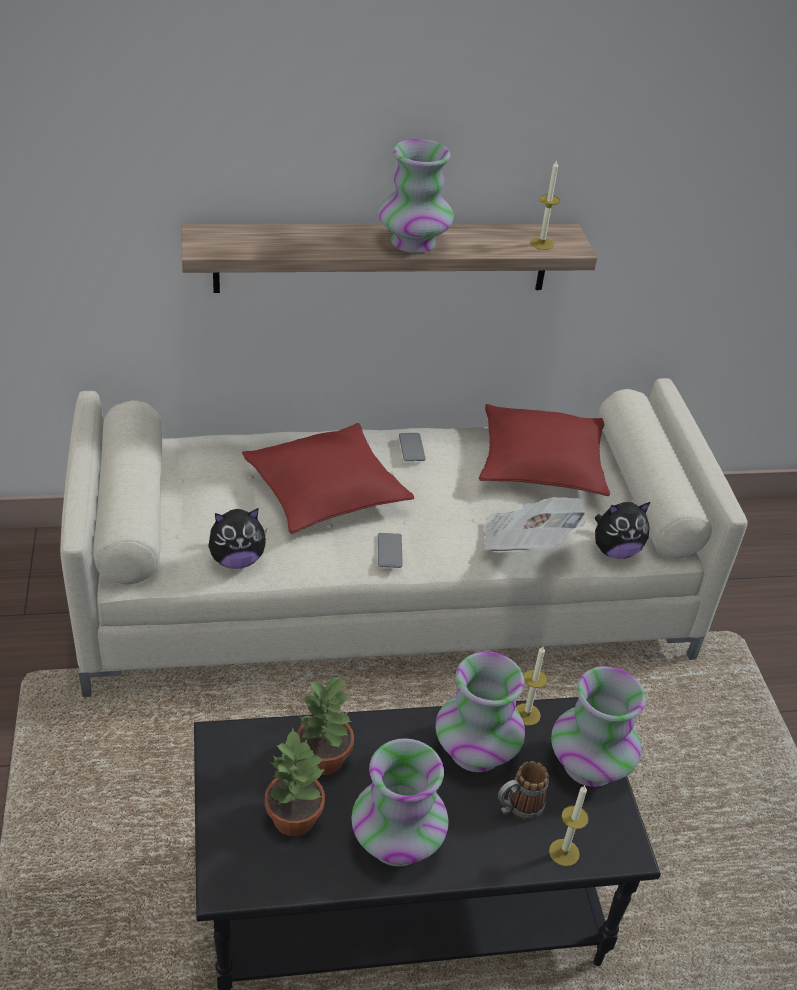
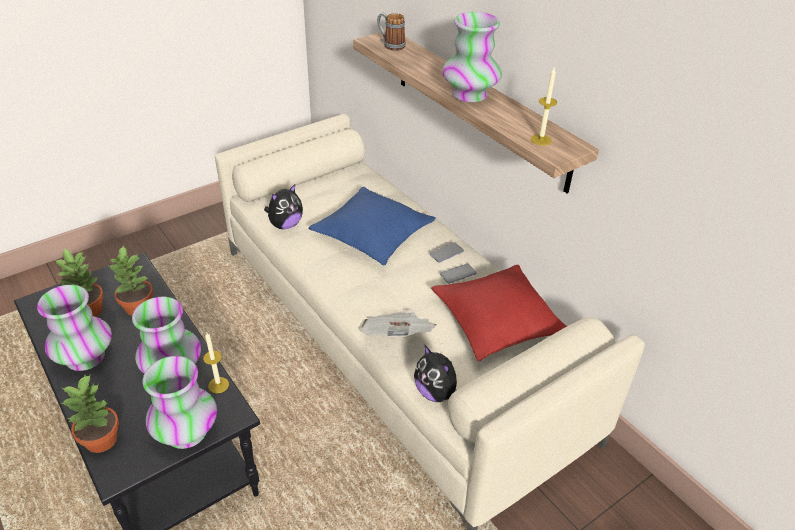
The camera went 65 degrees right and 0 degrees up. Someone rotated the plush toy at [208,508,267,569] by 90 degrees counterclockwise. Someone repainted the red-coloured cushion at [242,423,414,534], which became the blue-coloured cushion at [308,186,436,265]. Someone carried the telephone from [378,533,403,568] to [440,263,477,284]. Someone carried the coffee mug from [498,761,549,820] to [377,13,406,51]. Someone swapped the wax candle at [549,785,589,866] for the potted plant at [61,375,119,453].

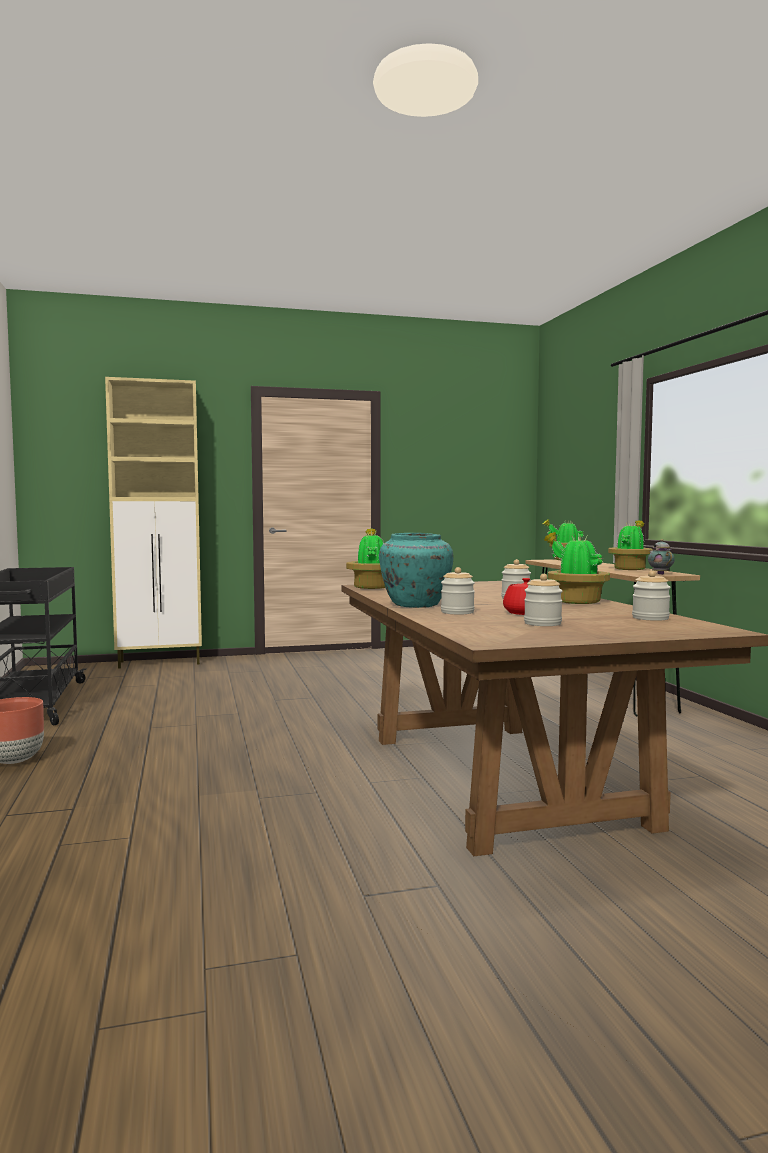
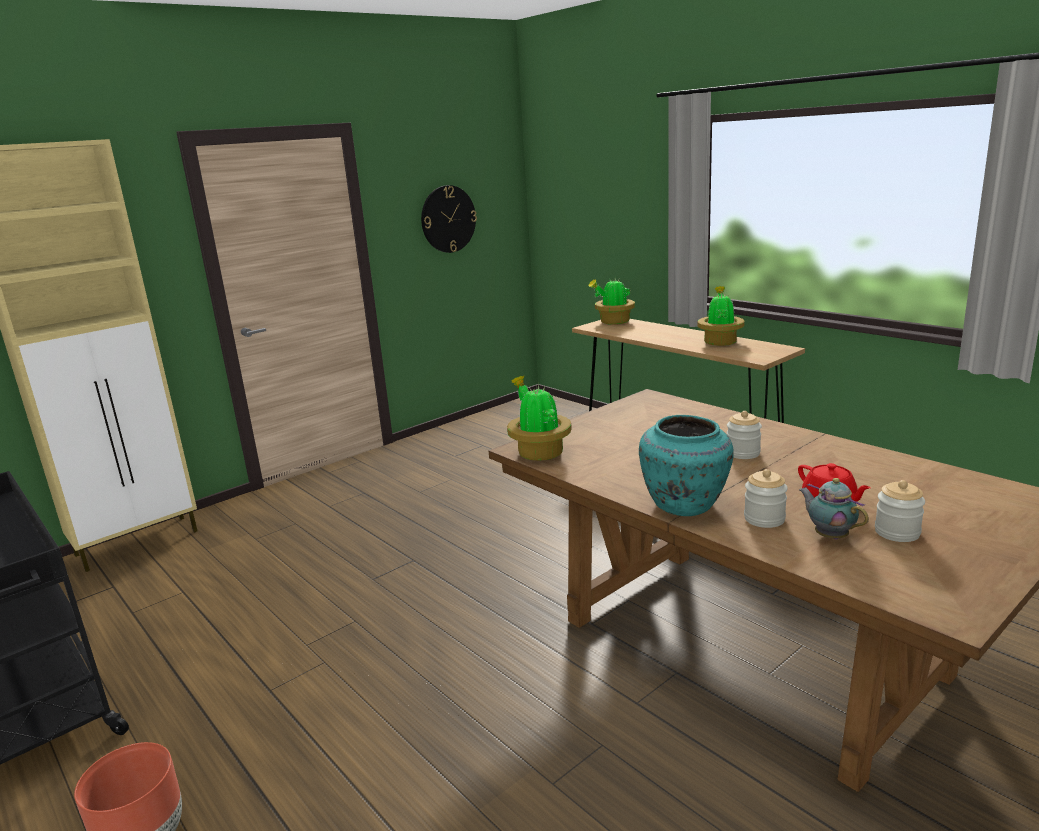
The camera went 25 degrees left and 15 degrees up. Someone took away the potted plant at [544,532,610,604]. Someone took away the jar at [632,571,671,621]. Someone carried the pot for tea from [648,539,675,575] to [799,478,869,540]. Someone put up the wall clock at [421,185,477,253].

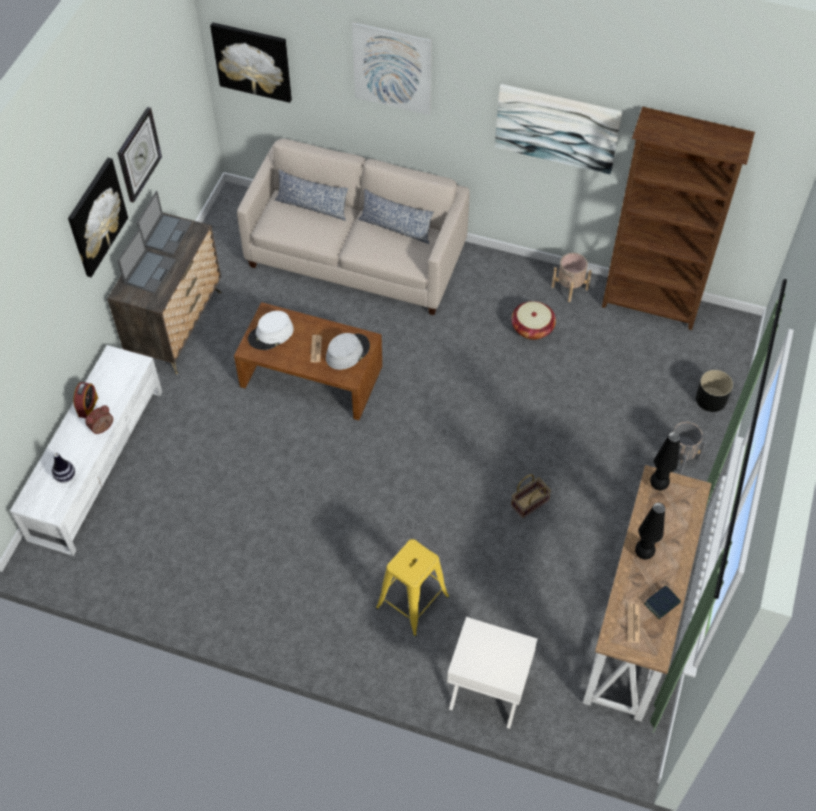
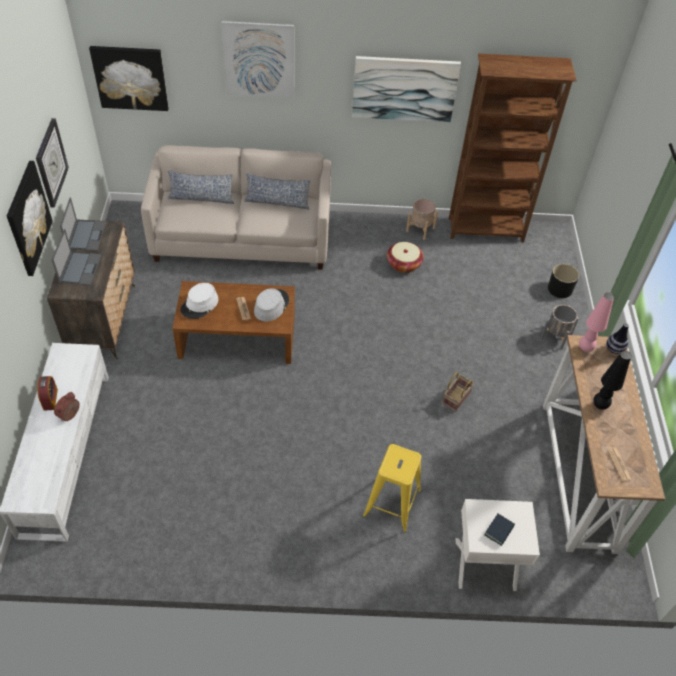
The camera went 20 degrees left and 5 degrees down. Someone carried the decorative vase from [52,452,75,483] to [606,323,629,354]. Someone carried the bound book from [644,585,681,619] to [484,514,515,546]. Someone repainted the black-coloured tabletop lamp at [650,432,680,490], which became the pinkish tabletop lamp at [579,293,614,352].

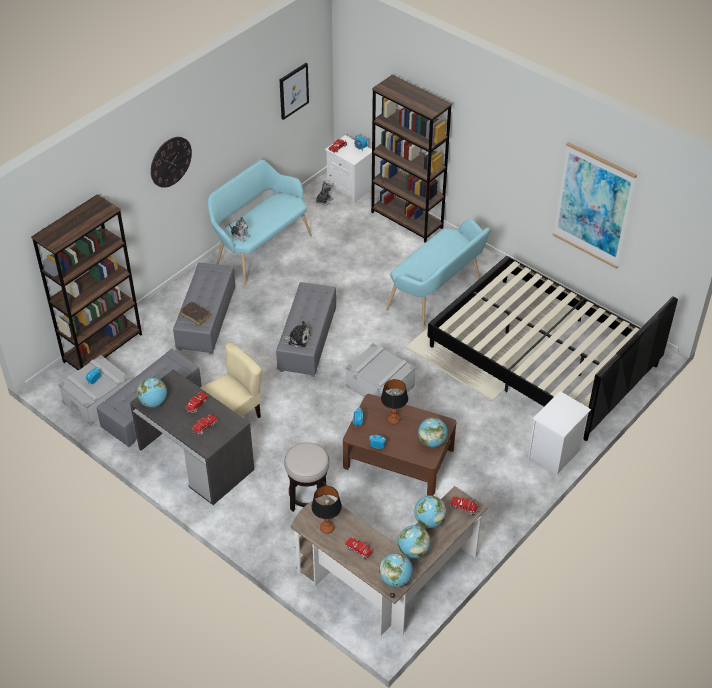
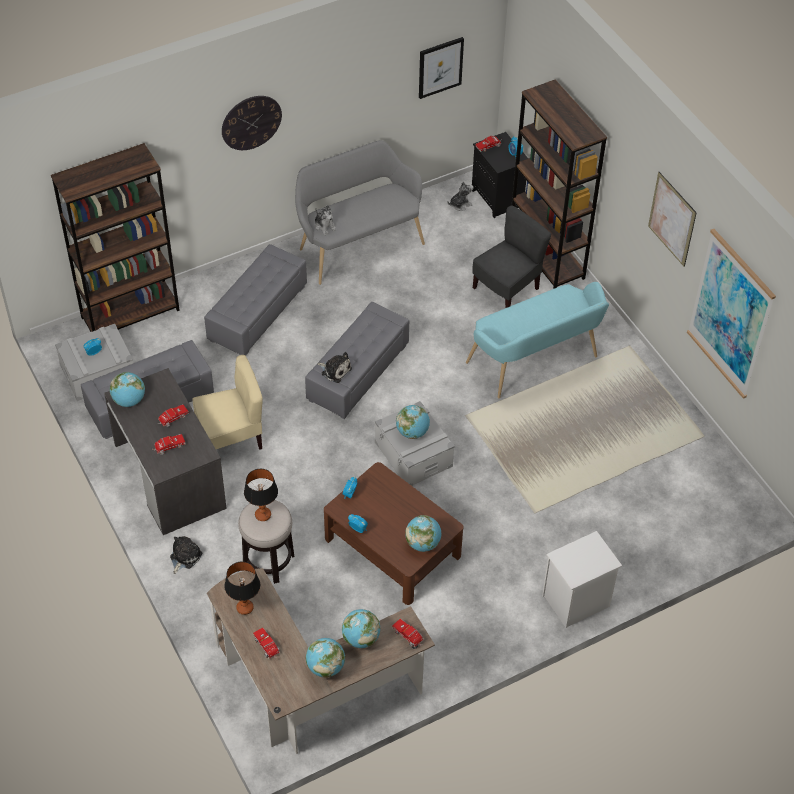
The camera went 20 degrees right and 5 degrees up. Someone took away the brown-coloured bound book at [180,301,212,326]. Someone repainted the turquoise-coloured long seat at [208,160,312,285], which became the greyish long seat at [295,140,425,285]. Someone repainted the white-coloured night table at [325,135,372,204], which became the black-coloured night table at [472,132,528,218]. Someone carried the desk globe from [379,553,413,587] to [396,405,430,439]. Someone carried the tabletop lamp from [381,379,408,424] to [244,469,278,521]. Someone took away the black-coloured sleeping bed at [427,256,678,441]. Someone put down the plush toy at [170,536,202,574]. Someone put down the greyish chair at [472,205,551,308]. Someone put up the wall picture at [648,172,697,267].

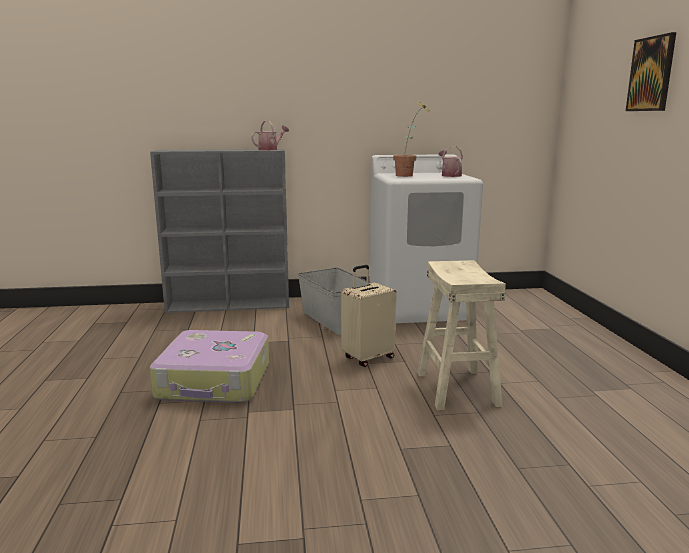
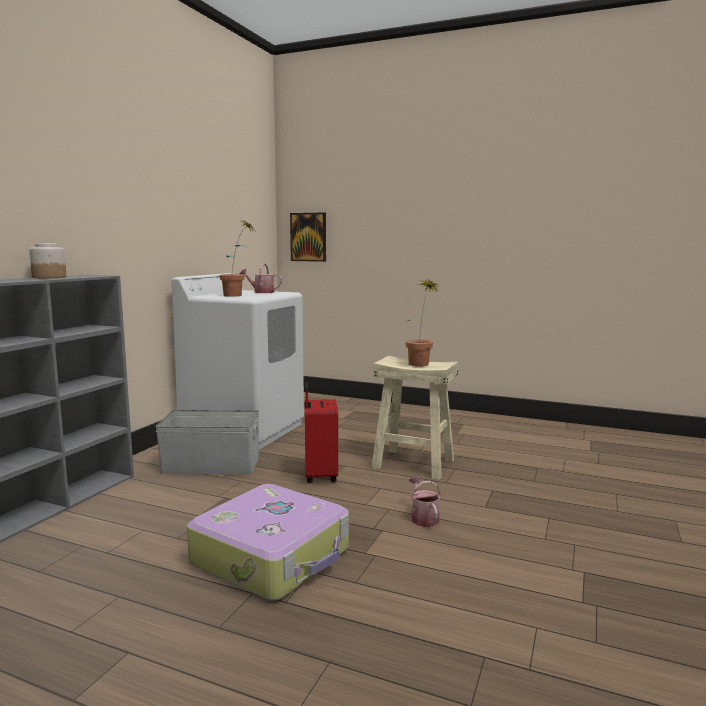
The camera went 60 degrees left and 5 degrees down. Someone carried the watering pot from [251,120,289,150] to [409,477,441,527]. Someone repainted the sand-coloured piece of luggage at [341,265,397,367], which became the red-coloured piece of luggage at [305,383,338,483]. Someone carried the wall picture from [626,32,676,111] to [290,212,326,262]. Someone put down the jar at [29,243,66,278]. Someone put down the potted plant at [406,279,441,366].

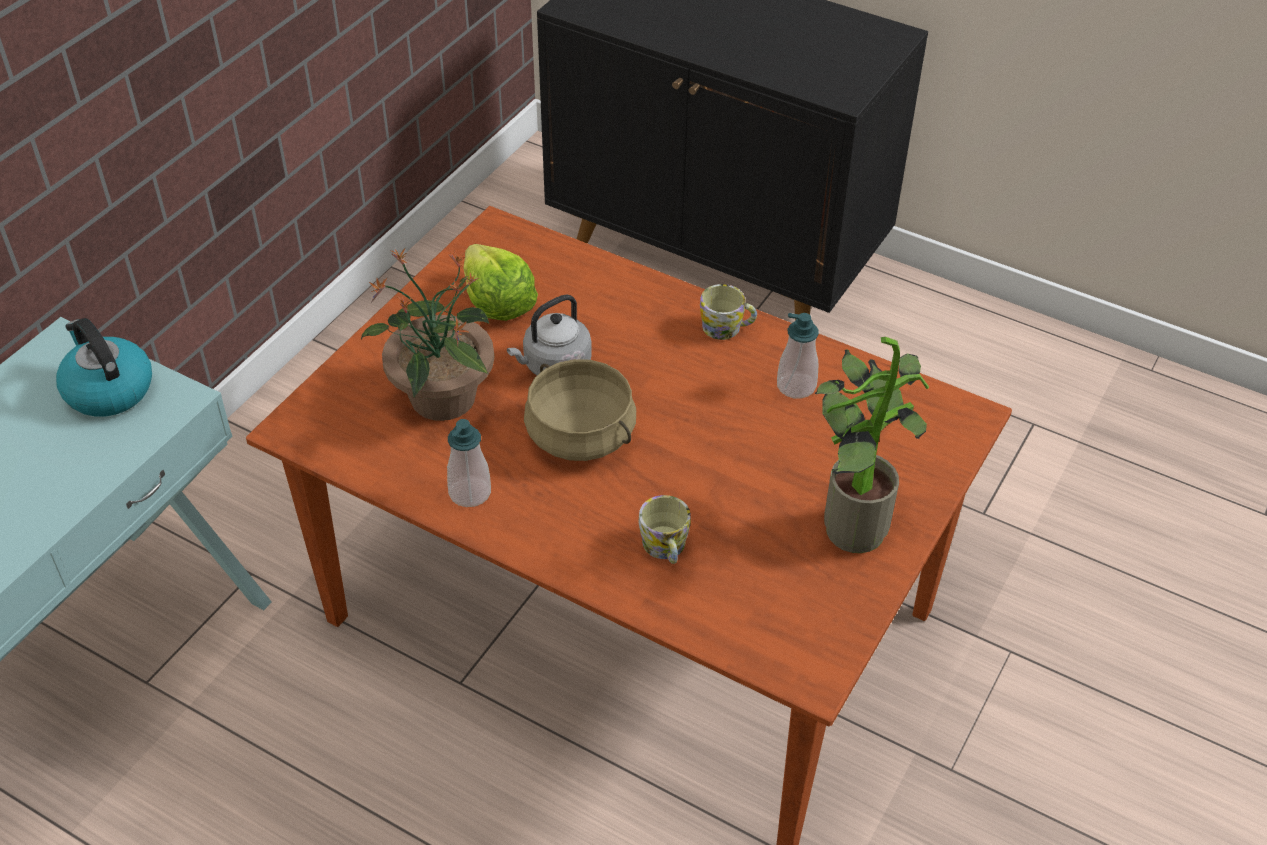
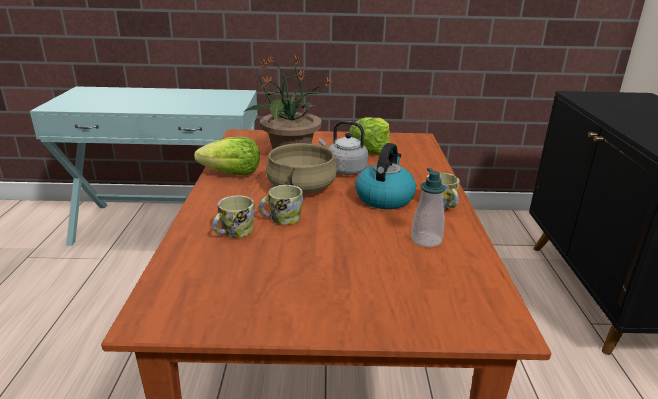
The camera went 60 degrees right and 20 degrees down. Someone carried the water kettle from [56,318,152,417] to [355,143,416,209]. Someone swapped the liquid soap bottle at [447,419,491,507] for the head of lettuce at [194,137,260,175]. Someone took away the potted plant at [815,337,929,553]. Someone put down the coffee mug at [259,185,303,225].

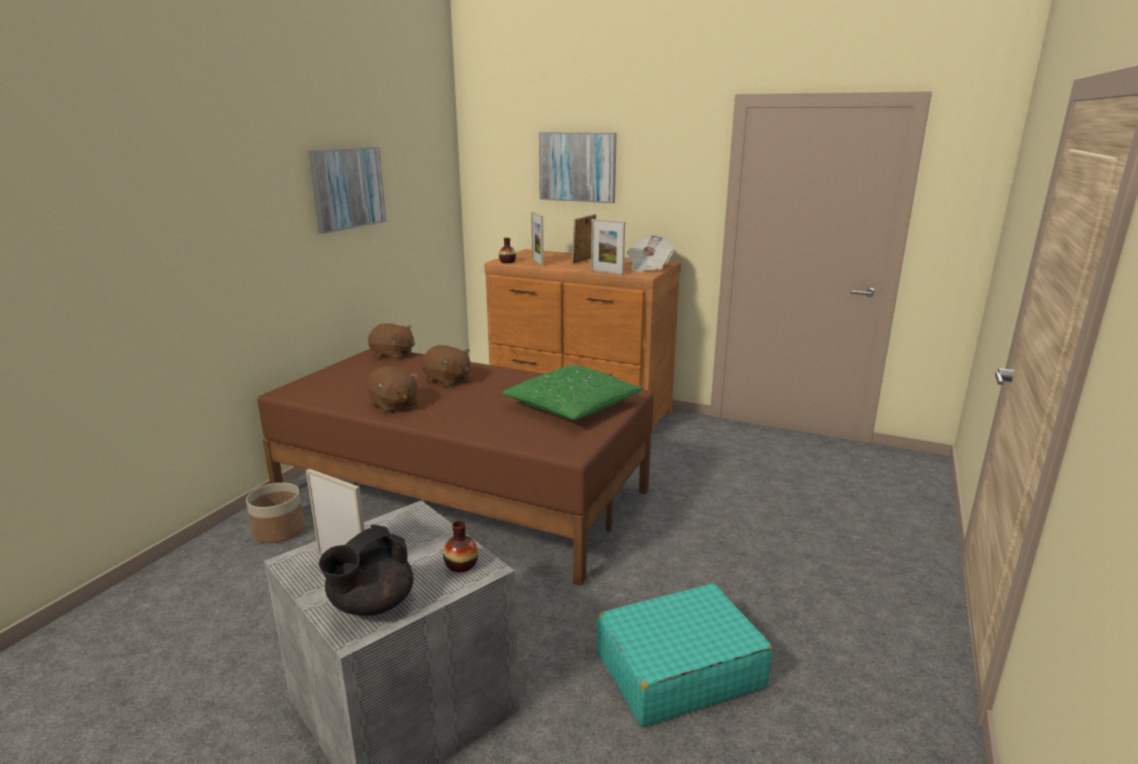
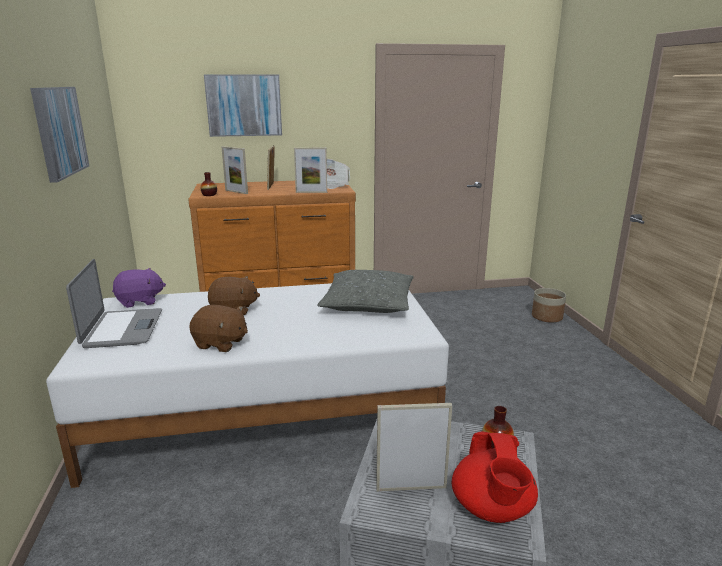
The camera went 35 degrees left and 0 degrees up. Someone carried the planter from [246,483,305,543] to [532,288,566,322]. Someone repainted the brown-coloured sleeping bed at [257,349,653,586], which became the white-coloured sleeping bed at [46,283,449,488]. Someone repainted the black-coloured pot for tea at [319,525,413,616], which became the red-coloured pot for tea at [452,431,538,523]. Someone repainted the brown-coloured plush toy at [368,323,415,360], which became the purple-coloured plush toy at [112,268,166,308]. Someone repainted the greenish cushion at [502,365,644,420], which became the greyish cushion at [318,270,414,313]. Someone took away the turquoise-coloured piece of luggage at [596,583,773,727]. Someone put down the notebook computer at [66,259,162,348].

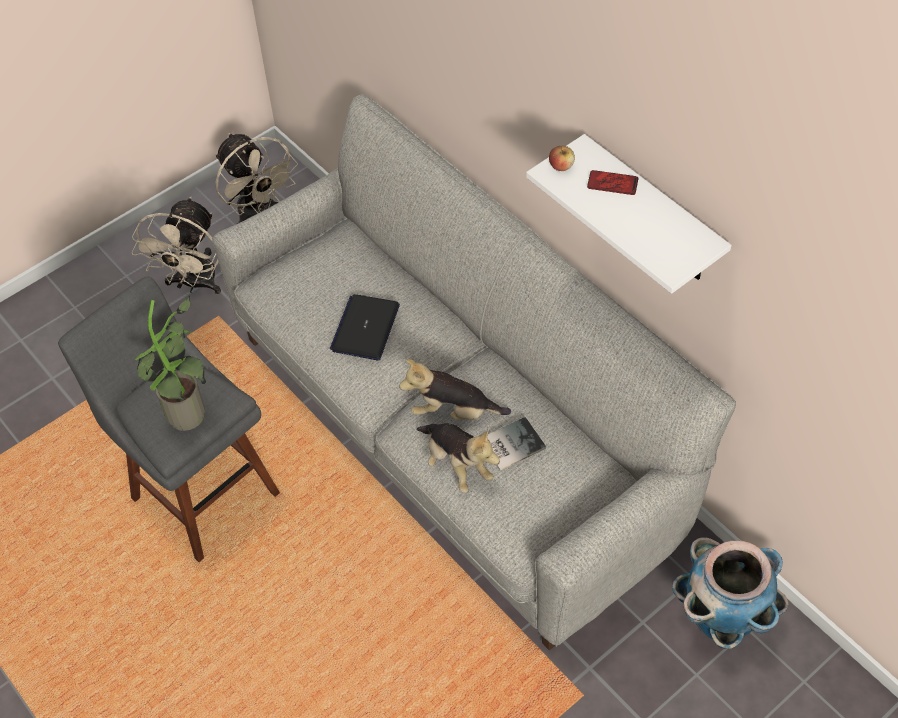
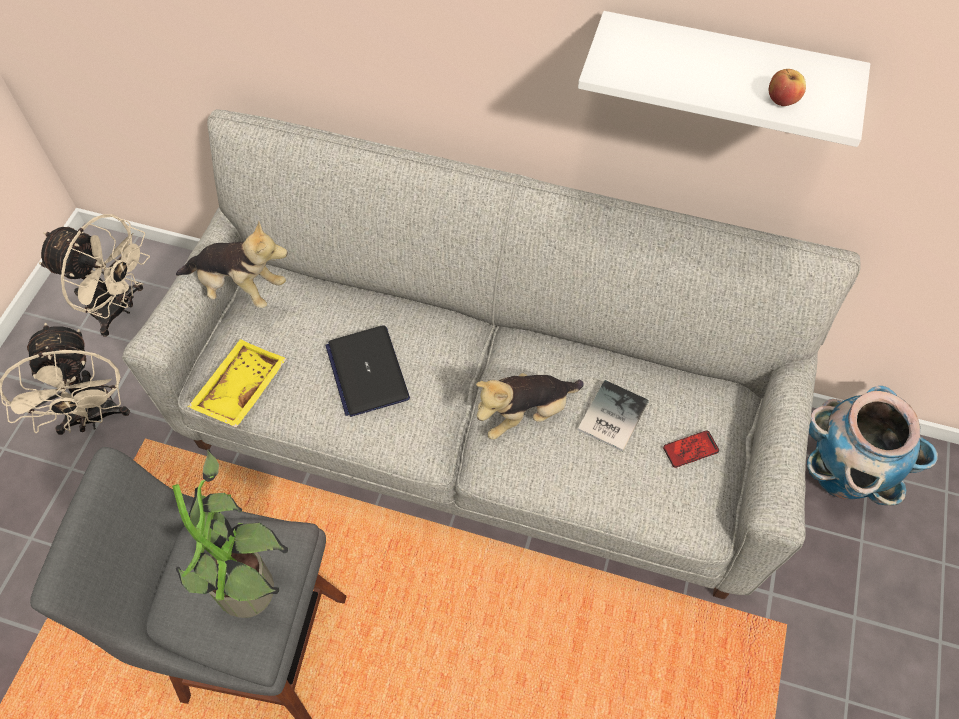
The camera went 35 degrees left and 5 degrees up. Someone carried the plush toy from [416,423,500,493] to [176,220,288,309]. Someone carried the apple fruit from [549,145,575,171] to [768,69,806,106]. Someone carried the telephone from [587,170,638,195] to [663,431,719,468]. Someone put down the yellow-coloured tray at [188,339,287,428].

